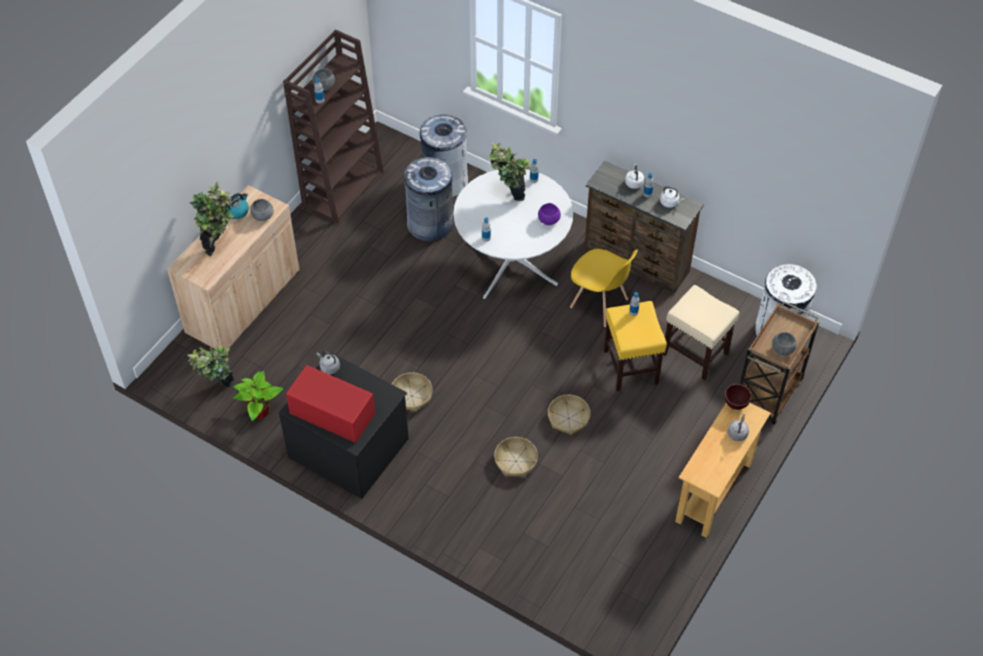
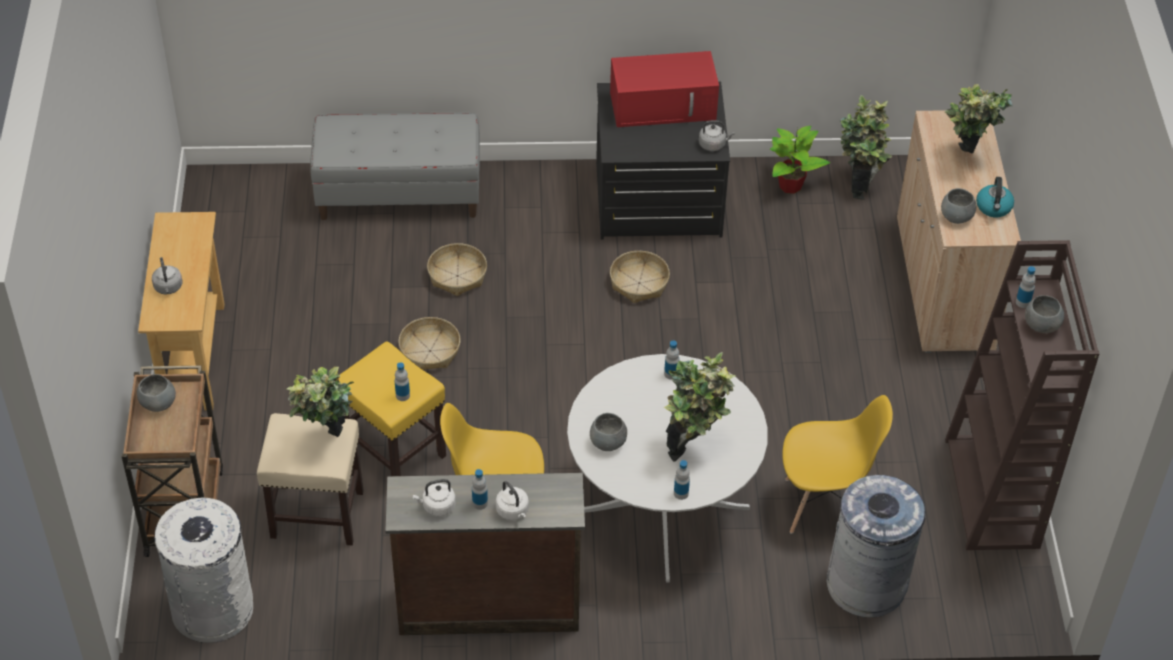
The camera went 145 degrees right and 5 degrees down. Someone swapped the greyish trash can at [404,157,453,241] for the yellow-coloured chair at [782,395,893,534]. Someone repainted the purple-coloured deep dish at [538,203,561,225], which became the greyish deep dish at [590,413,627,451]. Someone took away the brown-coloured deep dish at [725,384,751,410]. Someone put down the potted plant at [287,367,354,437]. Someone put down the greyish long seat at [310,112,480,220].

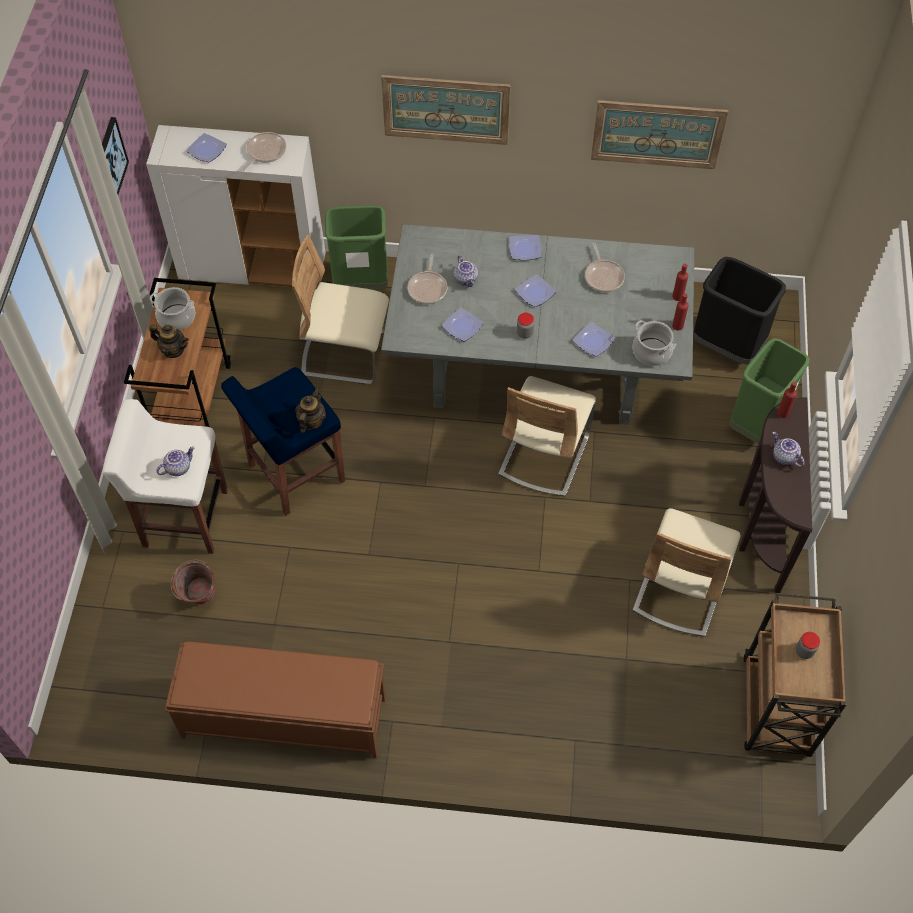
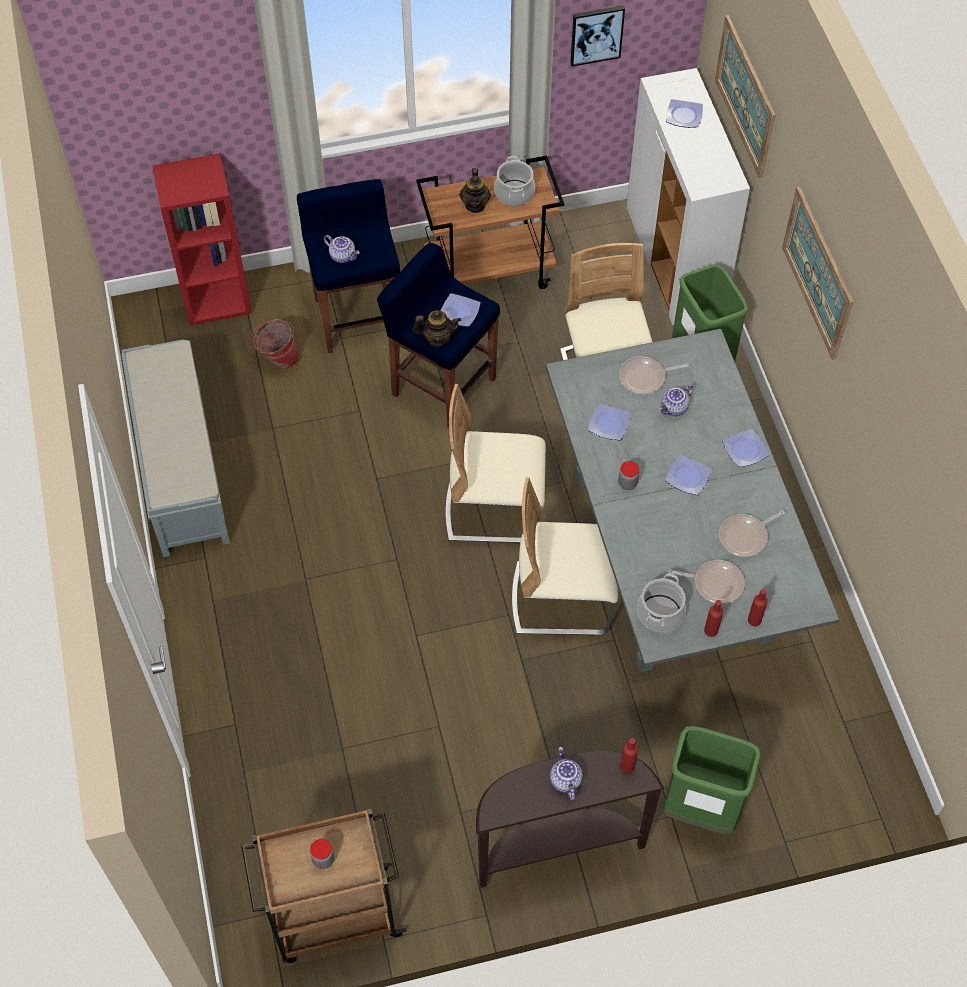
The camera went 70 degrees right and 0 degrees up. Someone repainted the white-coloured stool seat at [102,399,228,554], which became the blue-coloured stool seat at [297,179,400,353]. Someone repainted the brown-coloured long seat at [165,641,386,759], which became the greyish long seat at [122,340,230,557]. Someone carried the skillet from [240,132,286,173] to [668,560,745,604]. Someone carried the plate from [573,322,615,357] to [441,293,481,327]. Someone carried the wall picture from [591,100,728,169] to [715,15,776,178]. Someone carried the sand-coloured chair from [633,508,741,637] to [445,384,546,543]. Someone took away the black-coloured trash can at [693,257,786,365]. Someone rotated the pot for tea at [773,432,805,467] by 45 degrees counterclockwise. Someone put down the red-coloured shelving unit at [153,153,252,325].

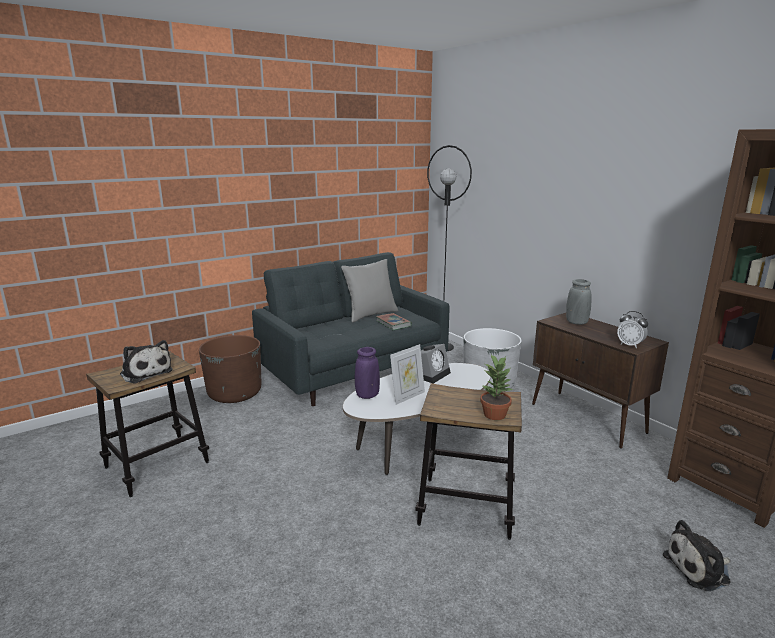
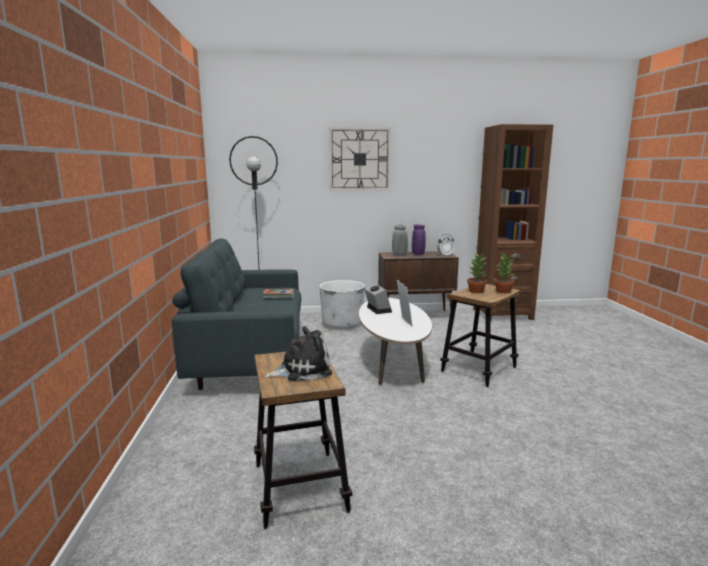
The camera went 60 degrees left and 5 degrees down. Someone took away the brown-coloured planter at [199,335,261,403]. Someone took away the greyish cushion at [341,259,398,323]. Someone carried the purple-coloured decorative vase from [355,347,380,399] to [412,224,426,255]. Someone took away the plush toy at [663,520,731,591]. Someone put up the wall clock at [329,127,391,190]. Someone put down the potted plant at [467,253,487,293].

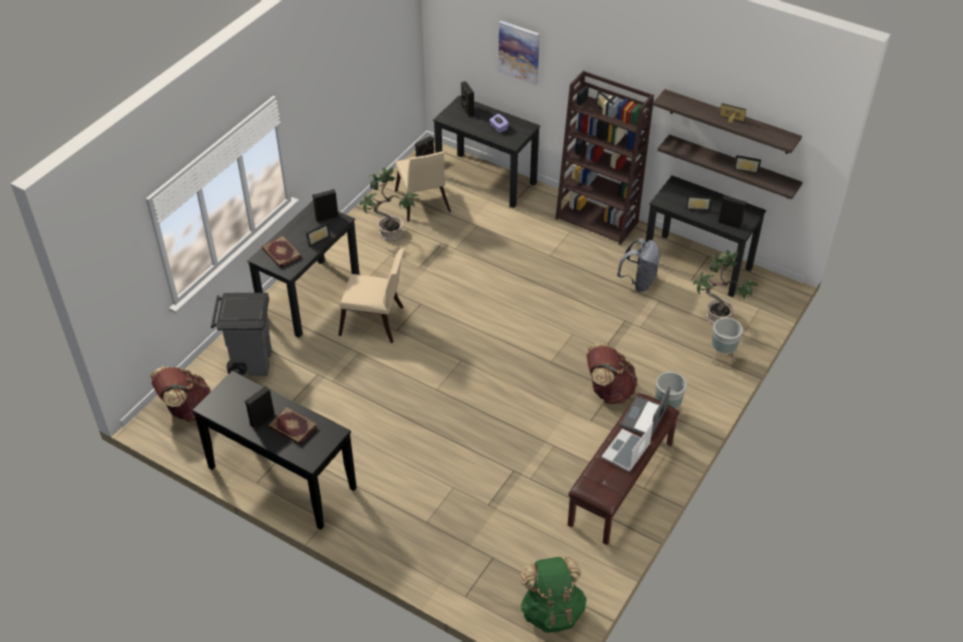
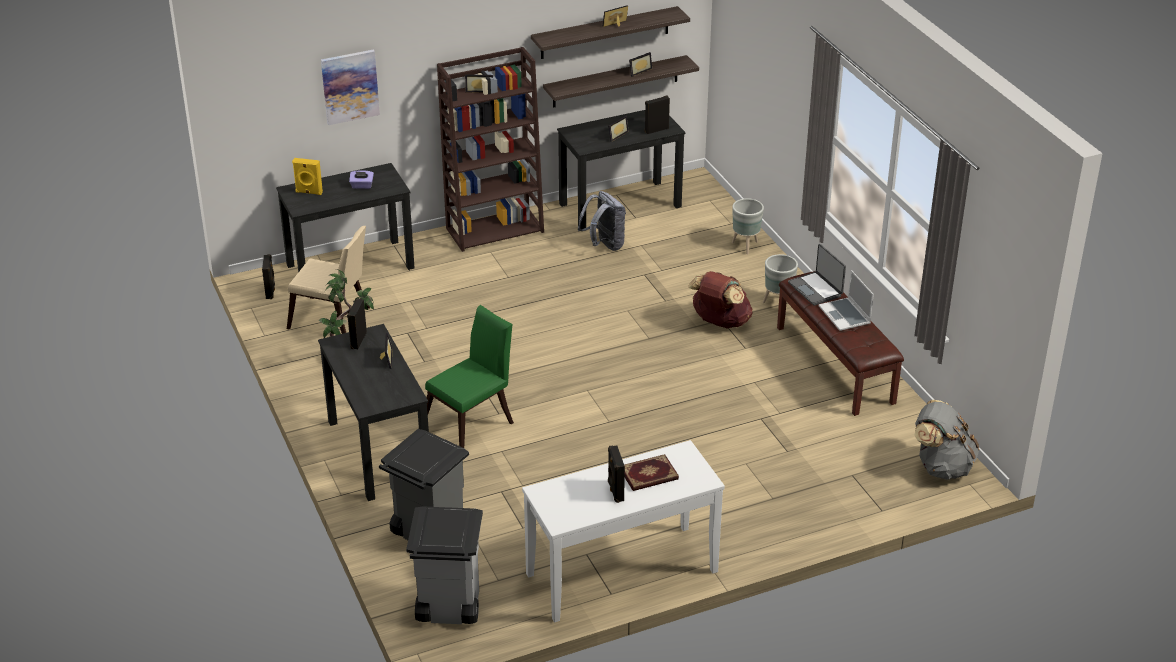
The camera went 55 degrees left and 10 degrees down. Someone swapped the brown-coloured rucksack at [150,366,211,422] for the greyish trash can at [406,506,483,624]. Someone repainted the black-coloured narrow table at [192,371,357,530], which became the white-coloured narrow table at [522,440,725,623]. Someone took away the bound book at [262,236,301,268]. Someone repainted the sand-coloured chair at [338,248,404,343], which became the greenish chair at [425,305,514,448]. Someone repainted the black-coloured audio speaker at [461,81,474,117], which became the yellow-coloured audio speaker at [292,158,323,195]. Someone repainted the greenish rucksack at [520,557,587,633], which became the greyish rucksack at [914,400,979,480]. Someone took away the potted plant at [693,250,759,325].

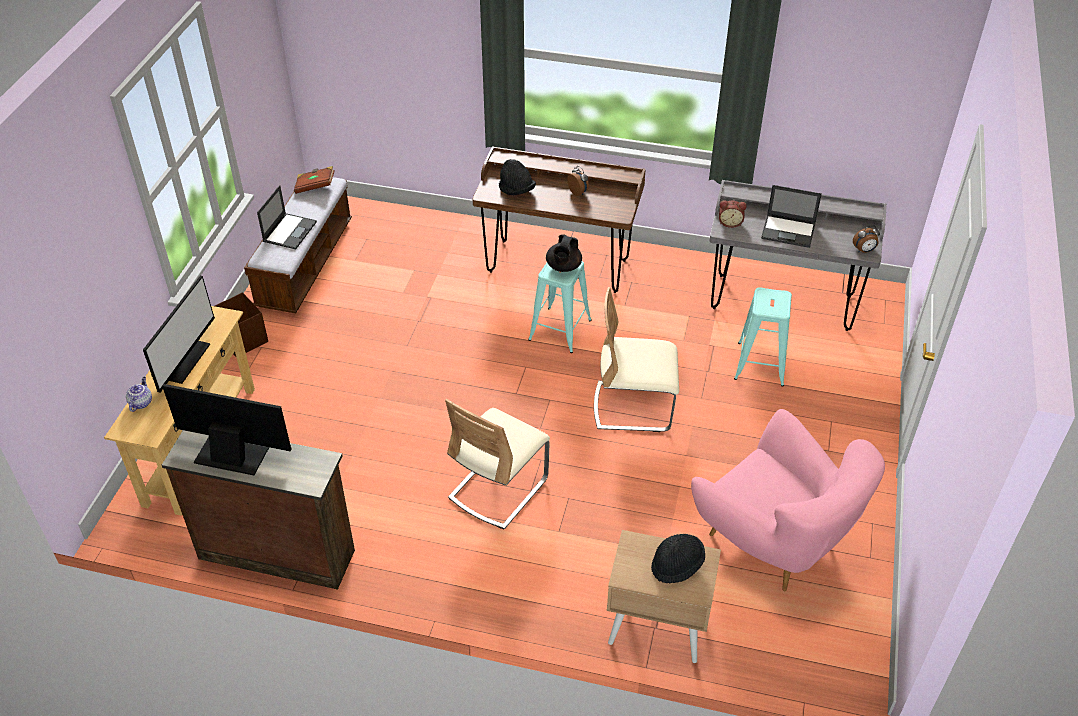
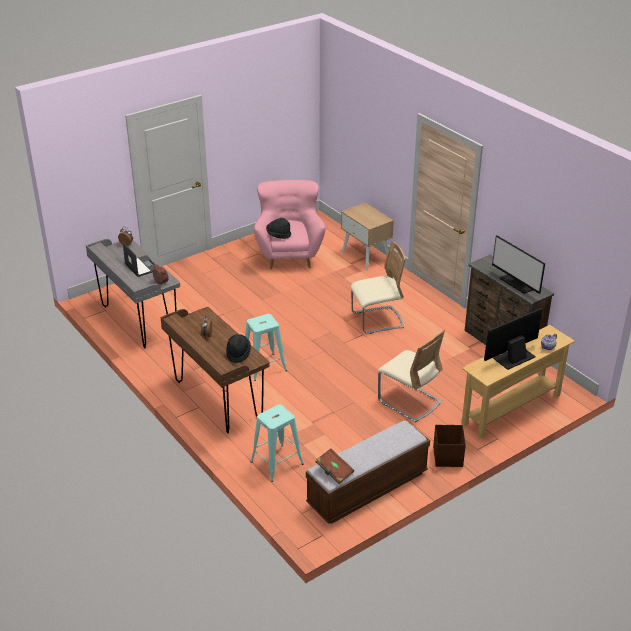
The camera went 140 degrees left and 10 degrees down. Someone took away the notebook computer at [257,185,317,249]. Someone took away the black-coloured pot for tea at [546,234,582,272]. Someone carried the sand-coloured chair from [594,287,679,432] to [378,330,445,422]. Someone carried the black-coloured wearable hat from [651,534,705,583] to [266,218,291,239]. Someone carried the turquoise-coloured stool seat from [734,287,792,387] to [251,404,304,482].

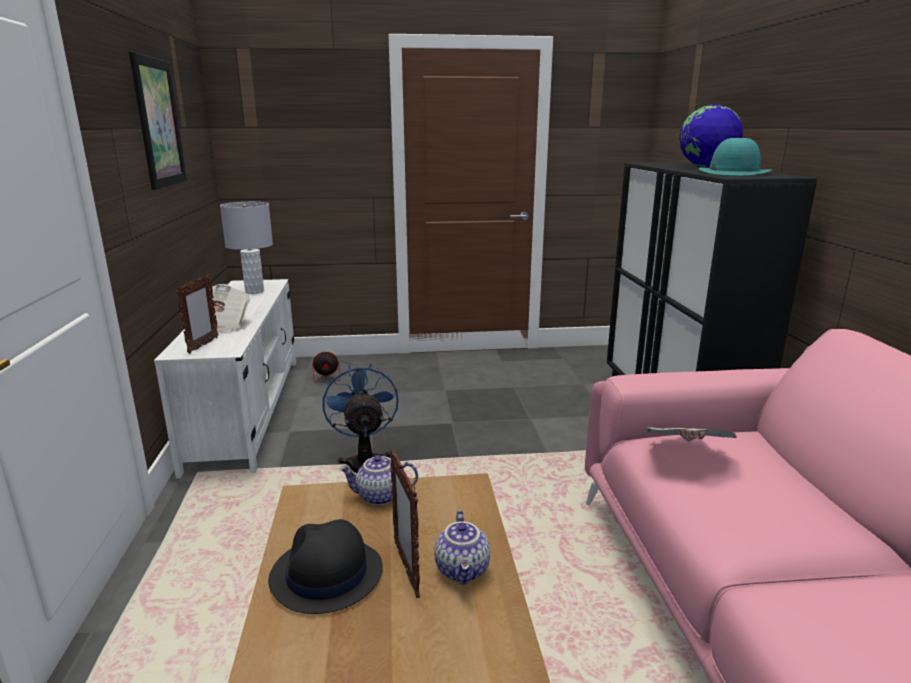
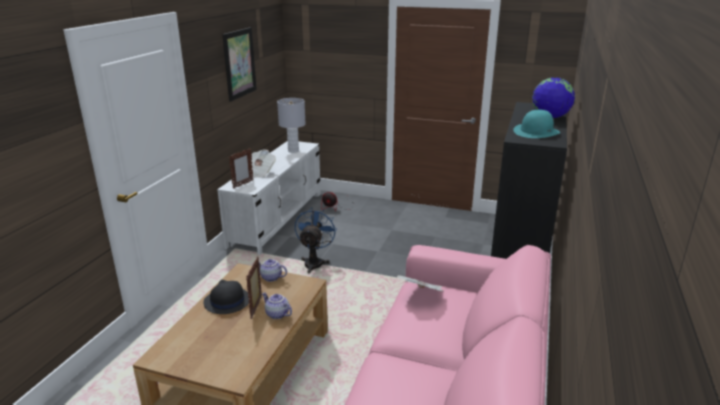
The camera went 25 degrees right and 5 degrees up. Someone rotated the pot for tea at [434,510,490,585] by 105 degrees clockwise.

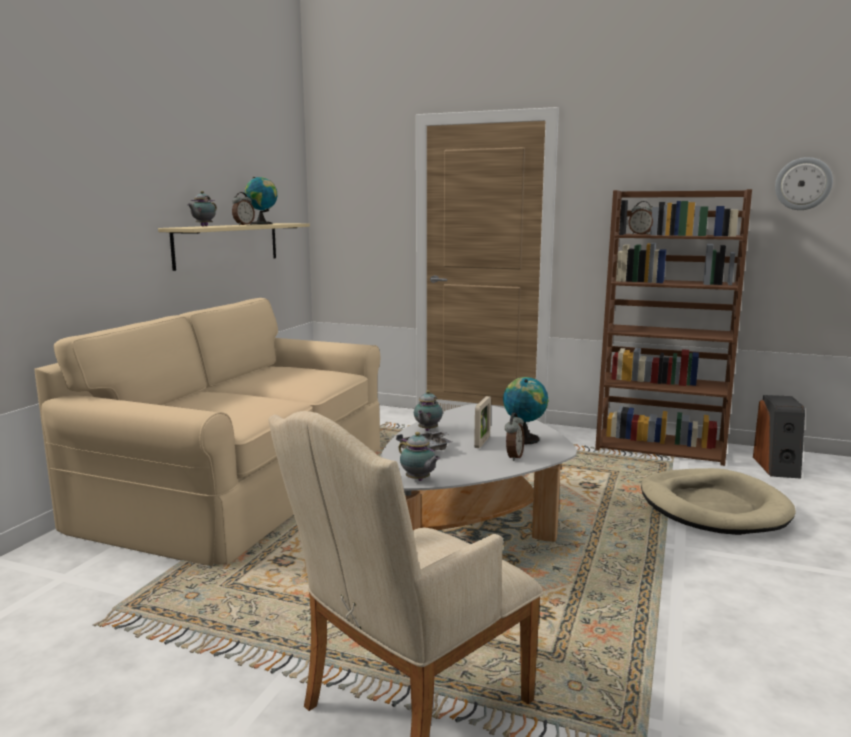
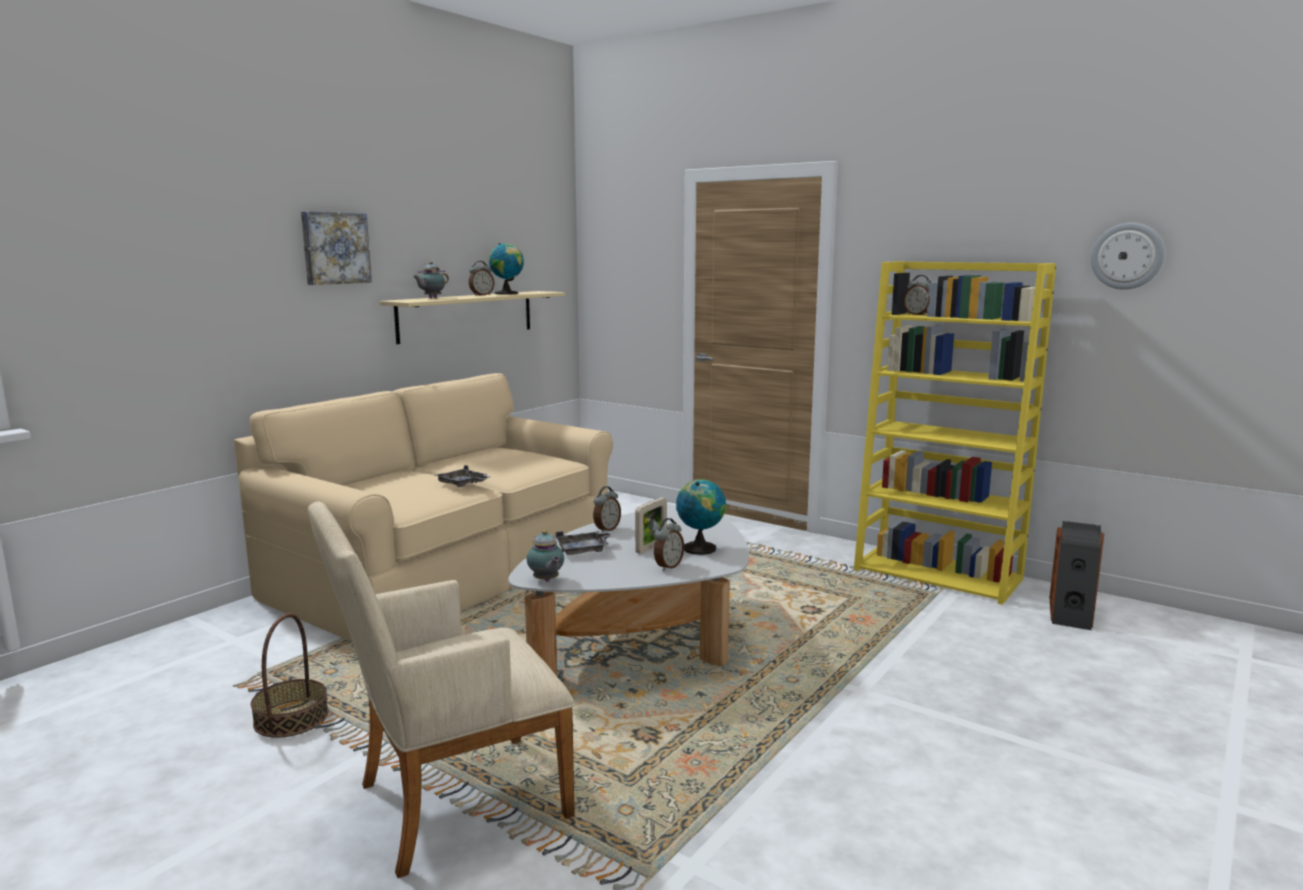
The camera went 15 degrees right and 0 degrees up. Someone swapped the pot for tea at [414,390,443,431] for the table clock at [593,486,621,532]. Someone repainted the brown-coloured shelving unit at [595,189,752,466], which became the yellow-coloured shelving unit at [854,261,1056,605]. Someone took away the sand-coloured dog bed at [641,468,796,535]. Someone put down the storage basket at [251,613,329,738]. Someone put up the wall picture at [301,211,372,285]. Someone put down the greyish tray at [435,465,490,487].

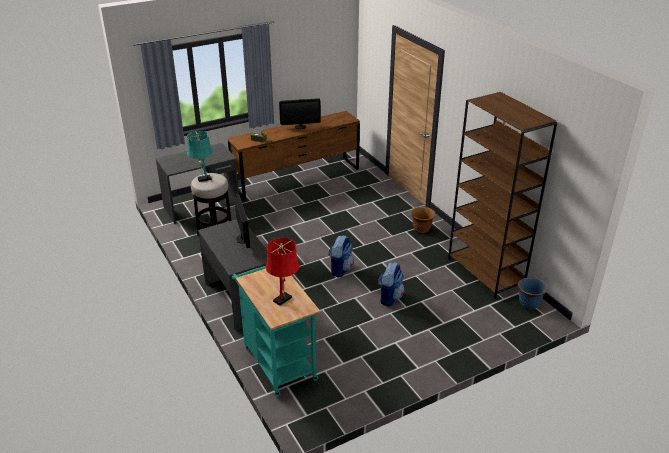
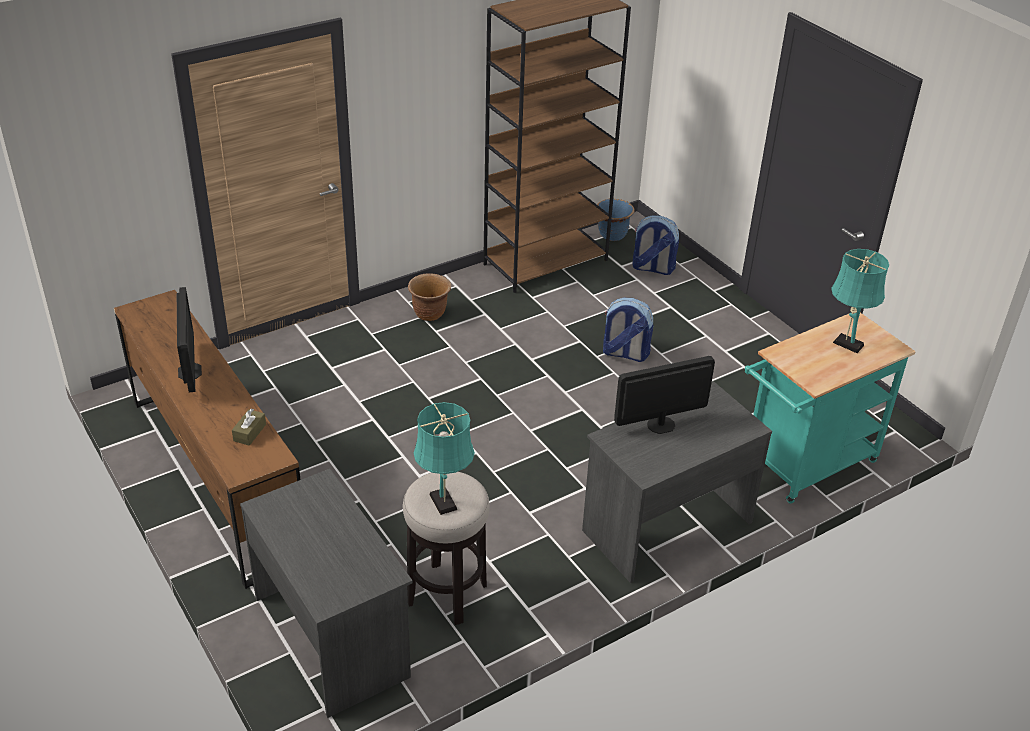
The camera went 95 degrees left and 5 degrees up. Someone repainted the red-coloured tabletop lamp at [265,238,300,306], which became the turquoise-coloured tabletop lamp at [831,249,889,353]. Someone carried the rucksack from [328,235,354,278] to [633,215,679,275].

